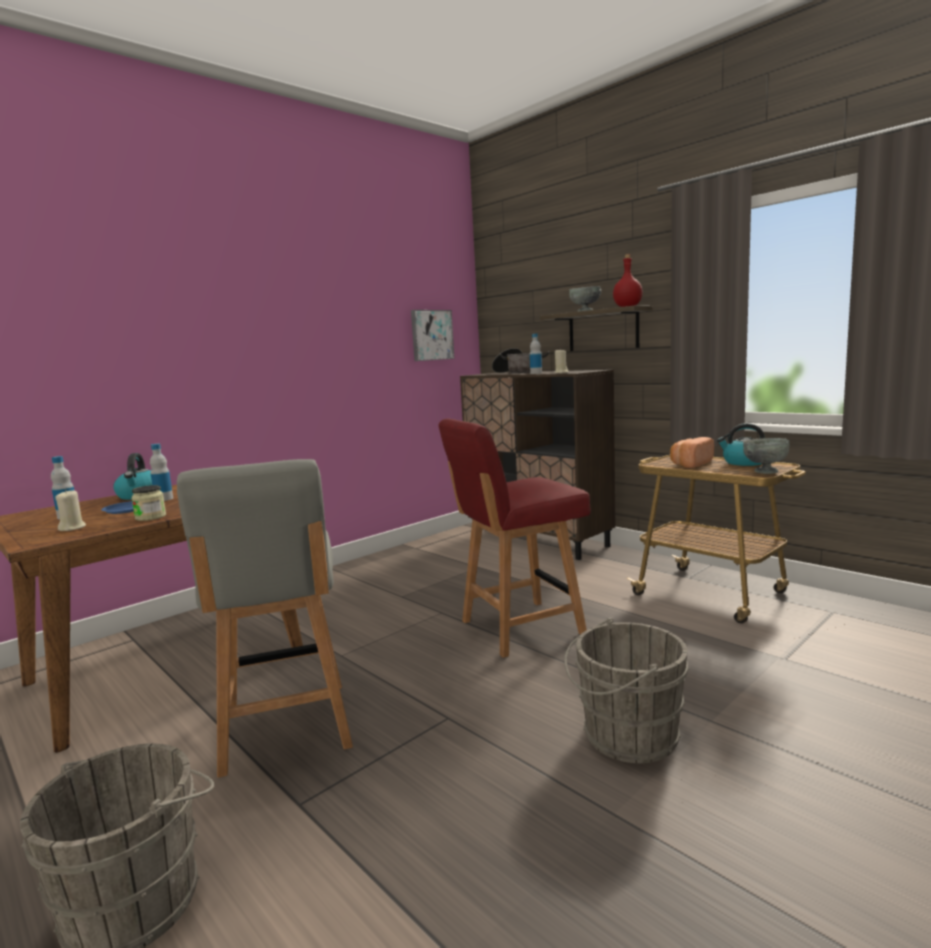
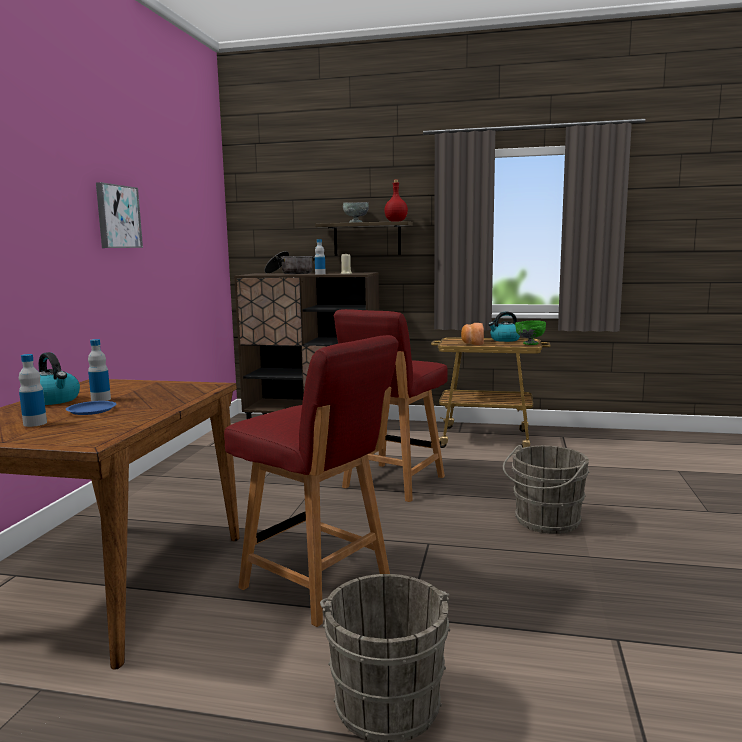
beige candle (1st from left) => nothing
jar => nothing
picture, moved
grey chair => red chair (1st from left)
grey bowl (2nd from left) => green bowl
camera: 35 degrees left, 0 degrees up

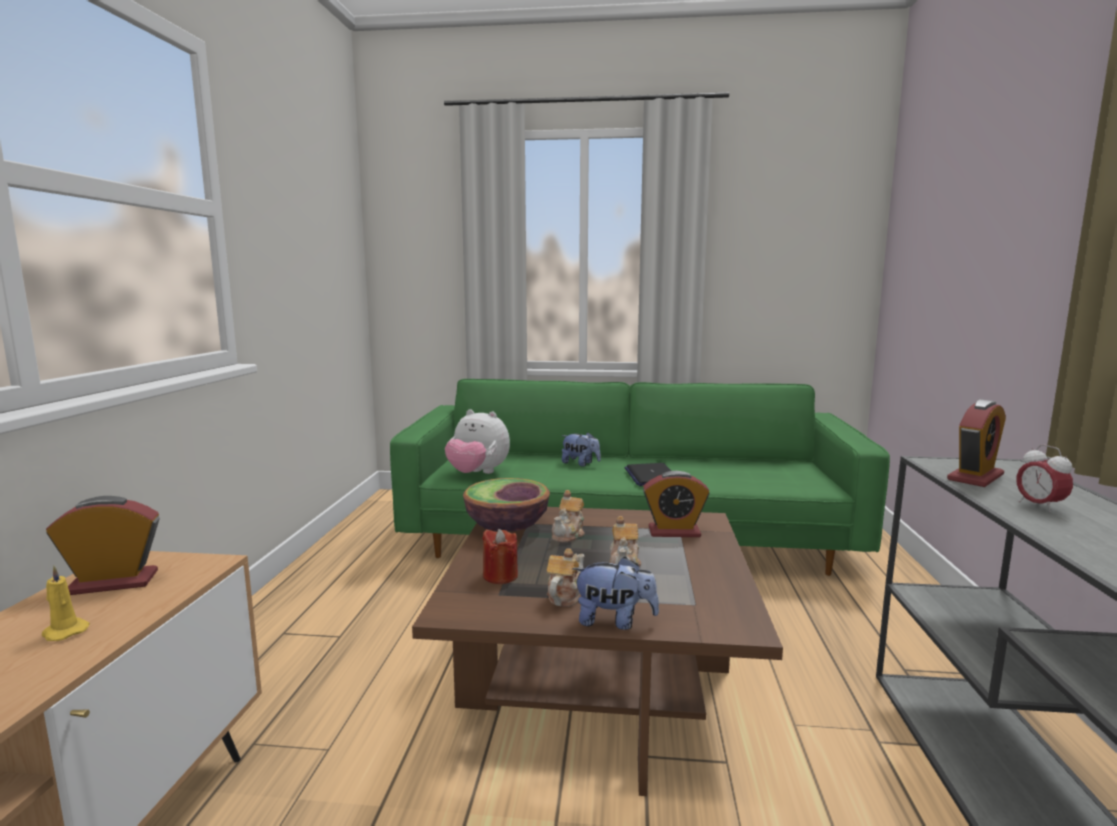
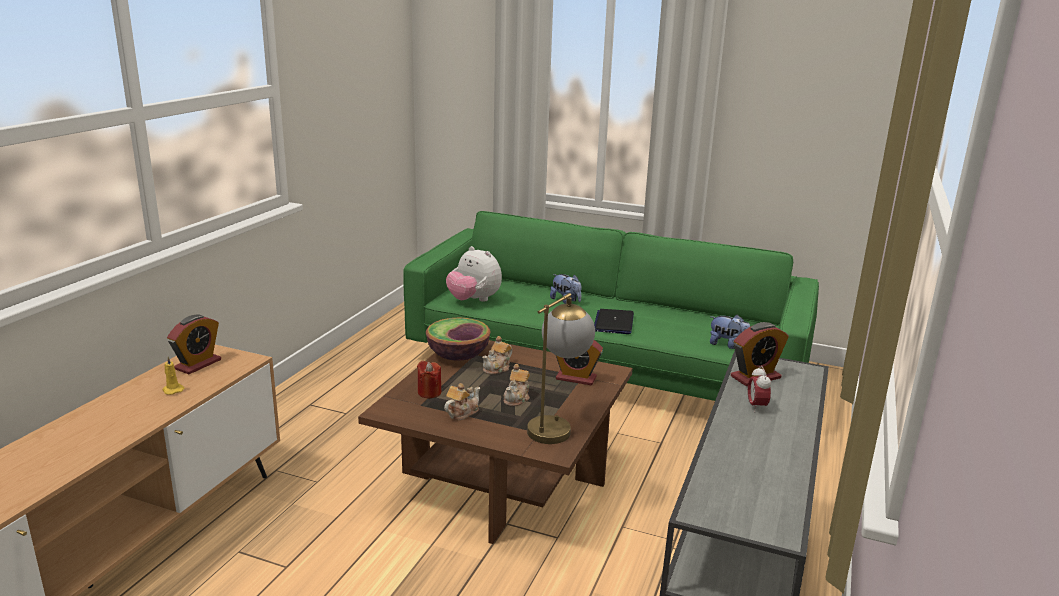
nothing => table lamp
plush toy (3rd from left), moved
alarm clock (1st from left), 120 degrees clockwise
camera: 15 degrees right, 10 degrees up

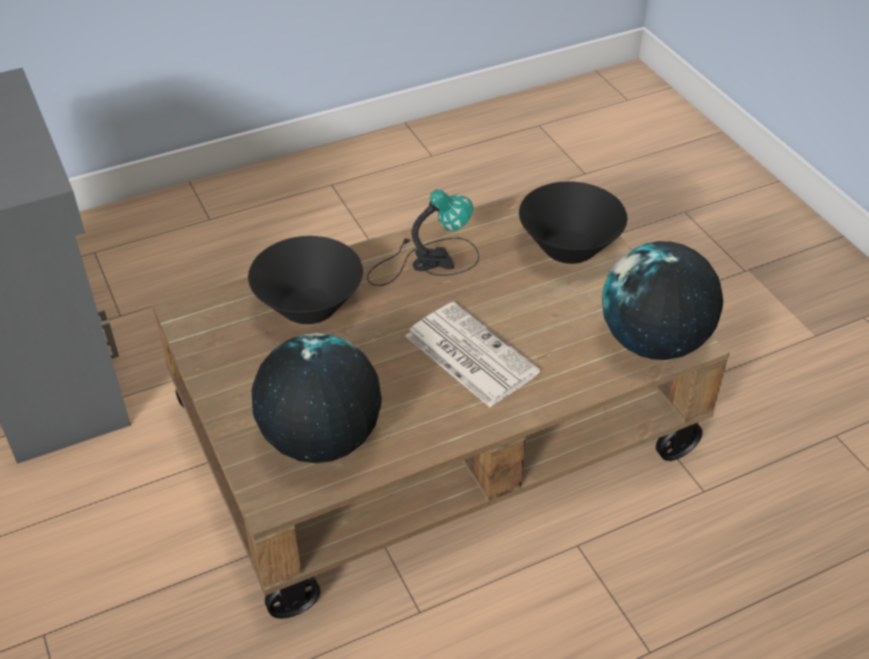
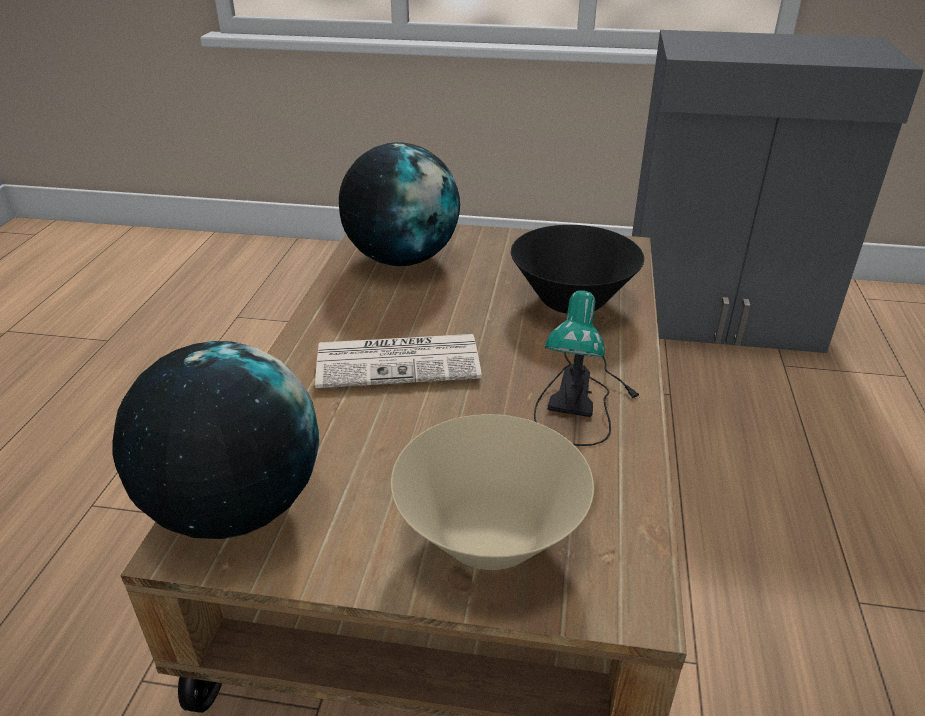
black bowl (2nd from left) => beige bowl
camera: 125 degrees right, 10 degrees down

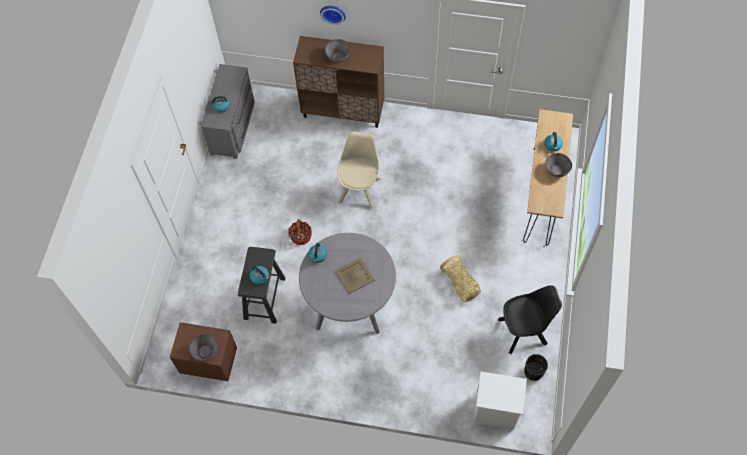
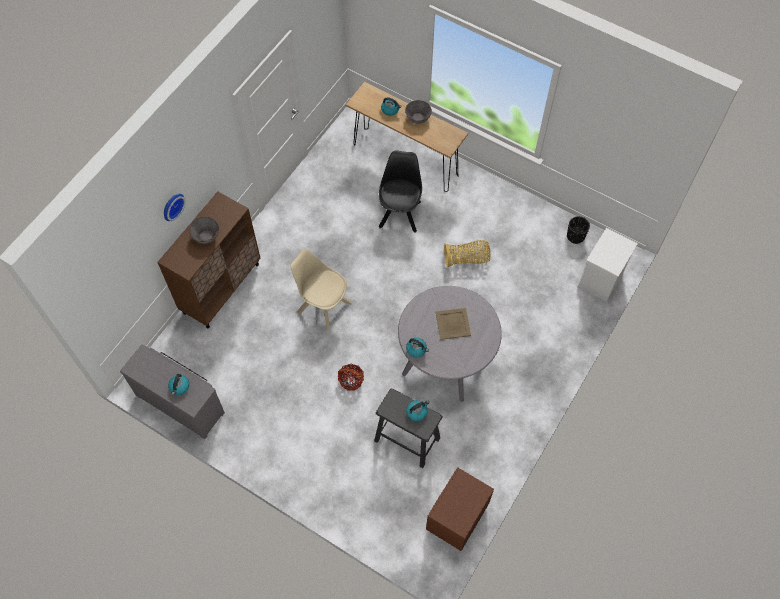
grey bowl (1st from left) => nothing
black chair, moved
camera: 70 degrees left, 0 degrees up

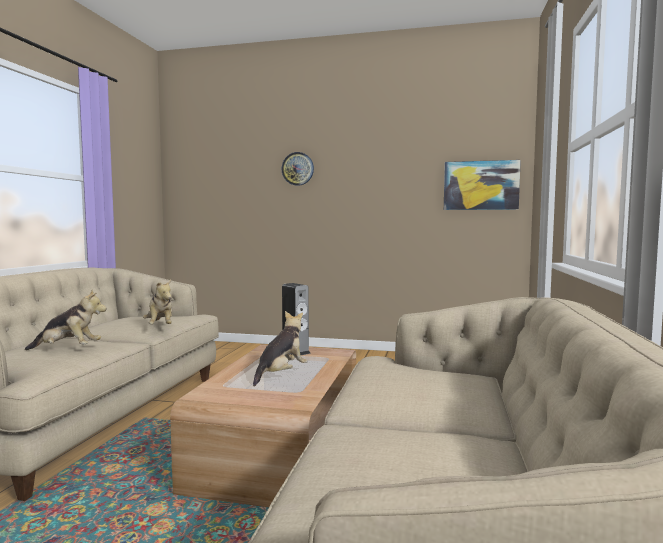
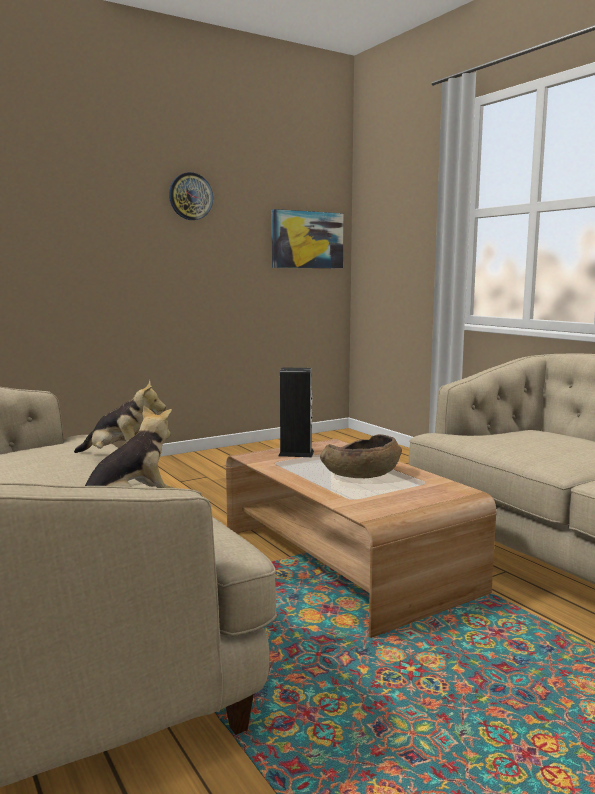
wall clock, moved
plush toy (3rd from left) => brown bowl
camera: 45 degrees left, 5 degrees up

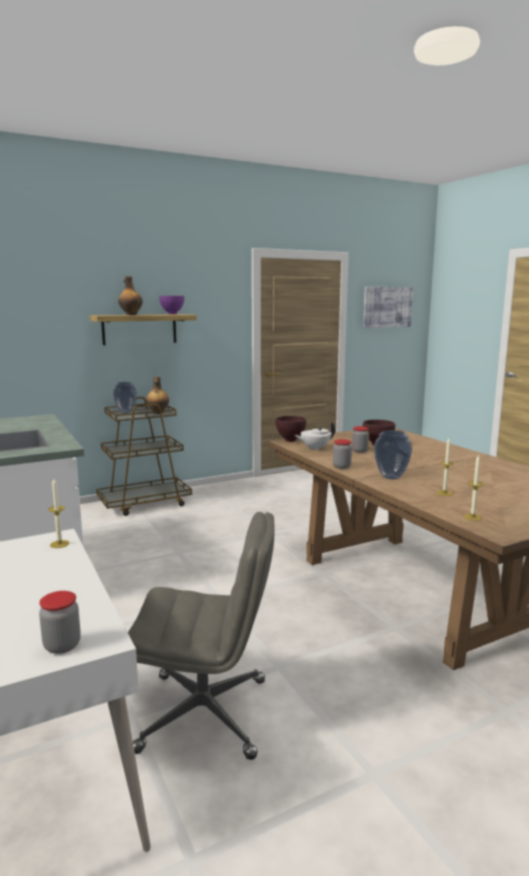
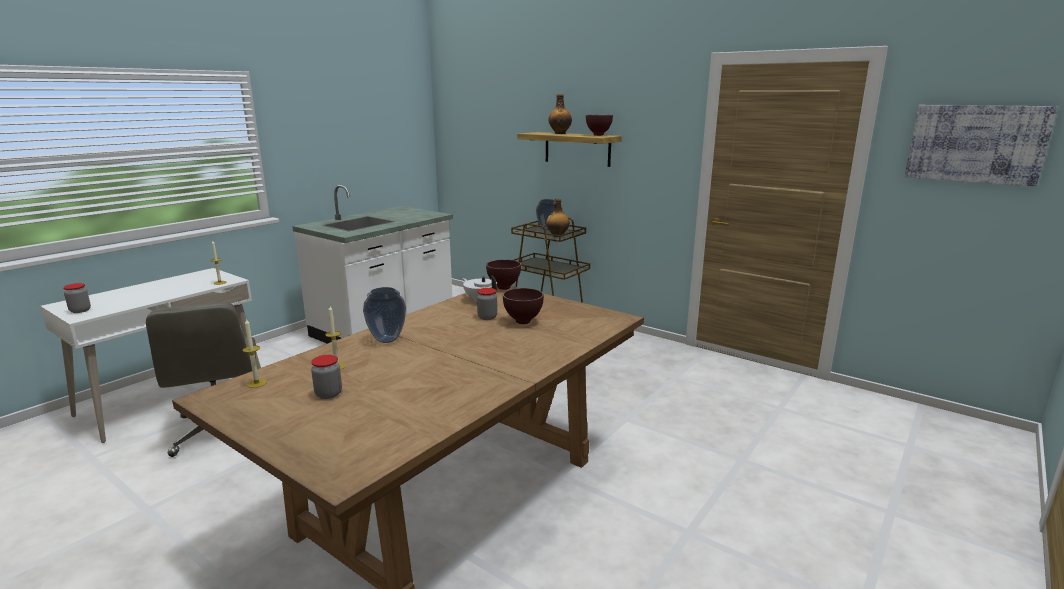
jar (2nd from left), moved
purple bowl => brown bowl (3rd from left)
camera: 65 degrees right, 5 degrees up

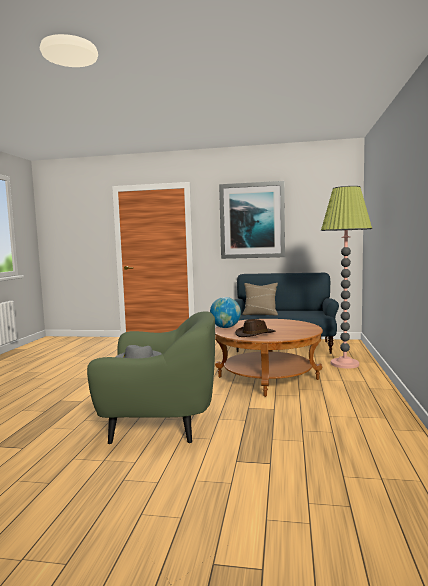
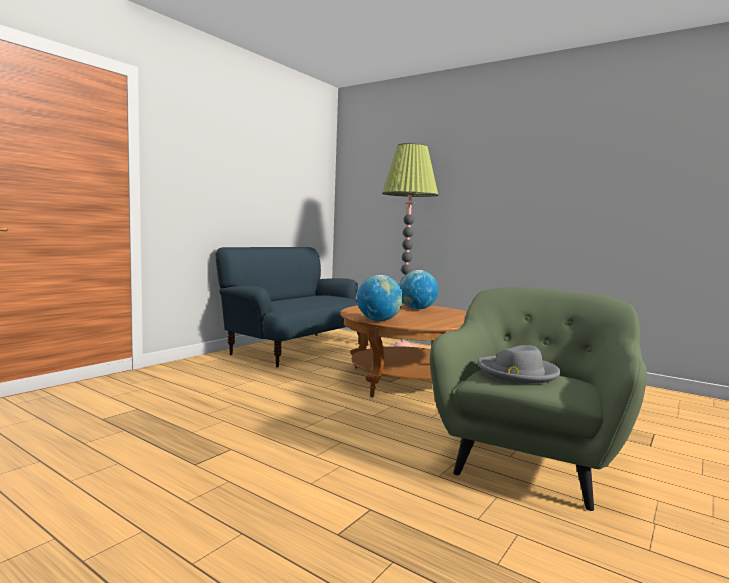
picture => nothing
brown hat => nothing
beige pillow => nothing
nothing => globe (2nd from left)
camera: 65 degrees left, 0 degrees up

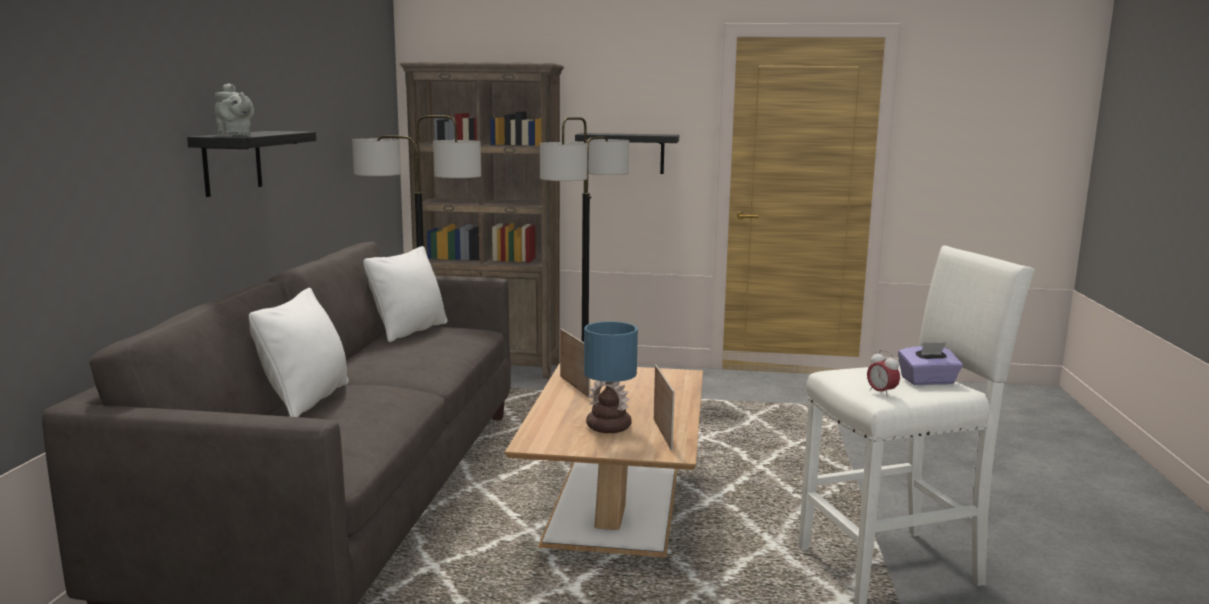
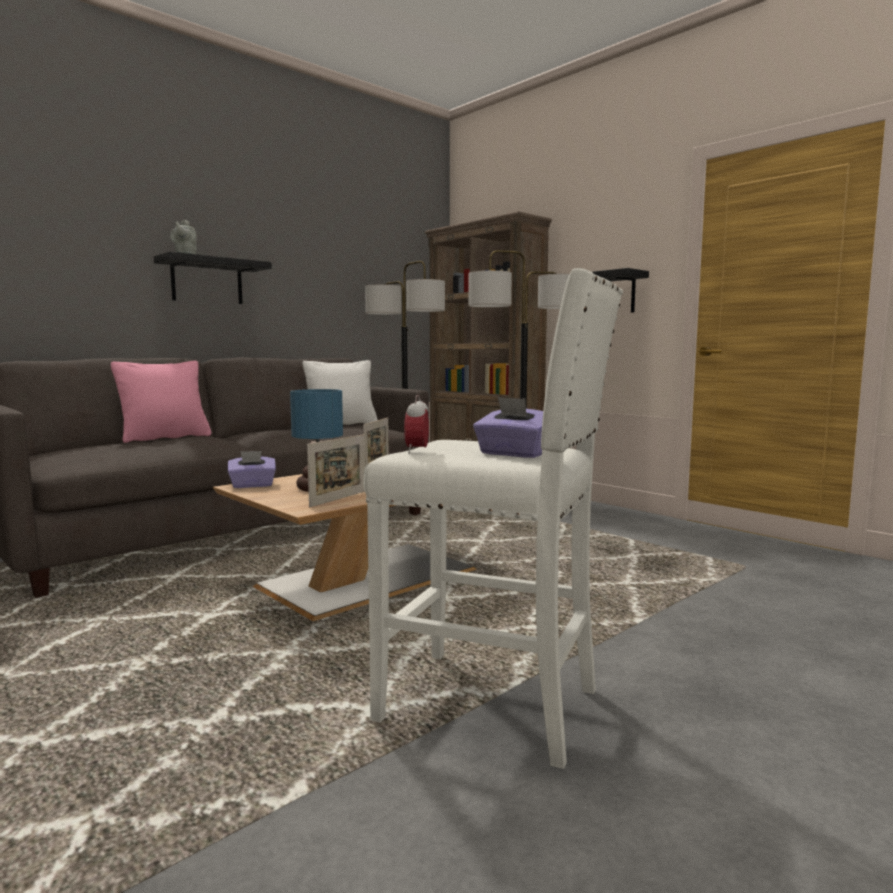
nothing => purple tissue box (1st from left)
white pillow (1st from left) => pink pillow
camera: 40 degrees right, 5 degrees down

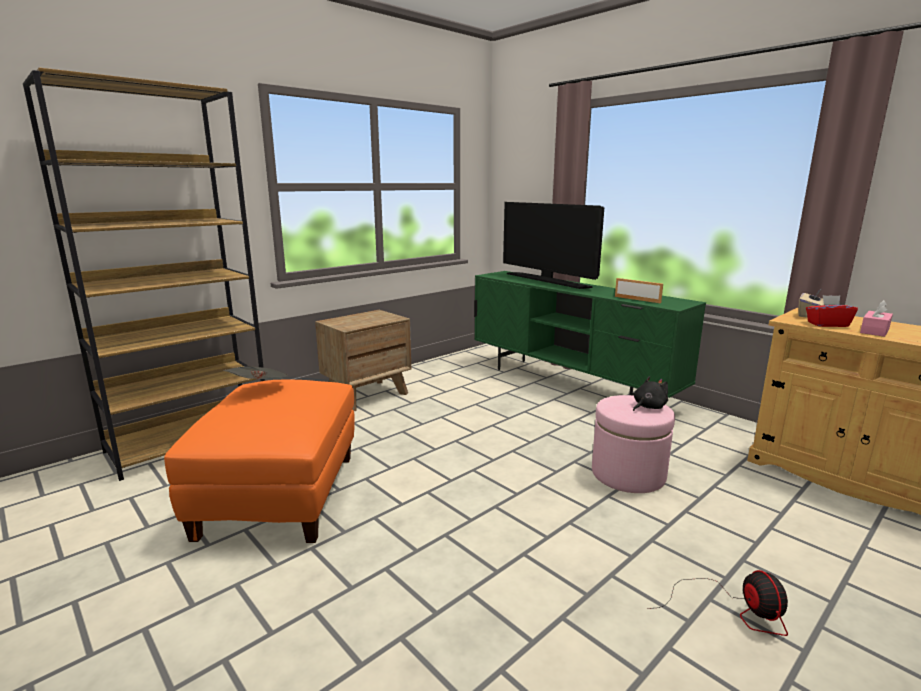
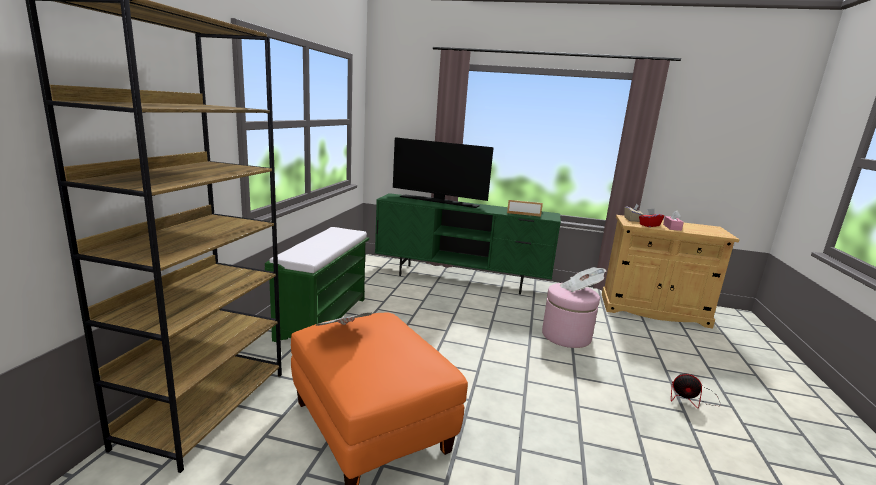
brown nightstand => green bench
black plush toy => newspaper (2nd from left)
fan, 150 degrees clockwise
camera: 35 degrees left, 0 degrees up

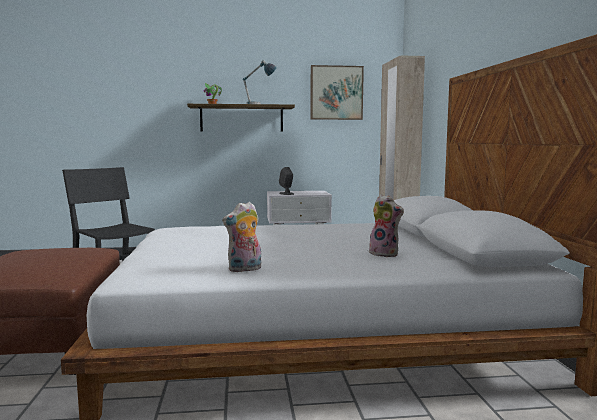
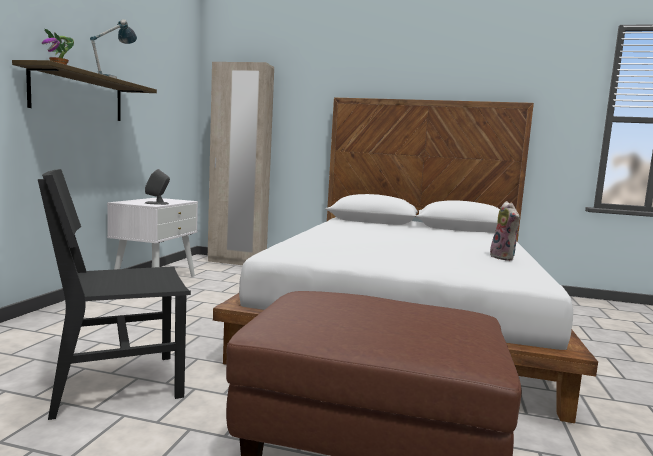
picture => nothing
plush toy (2nd from left) => nothing
camera: 70 degrees left, 0 degrees up

